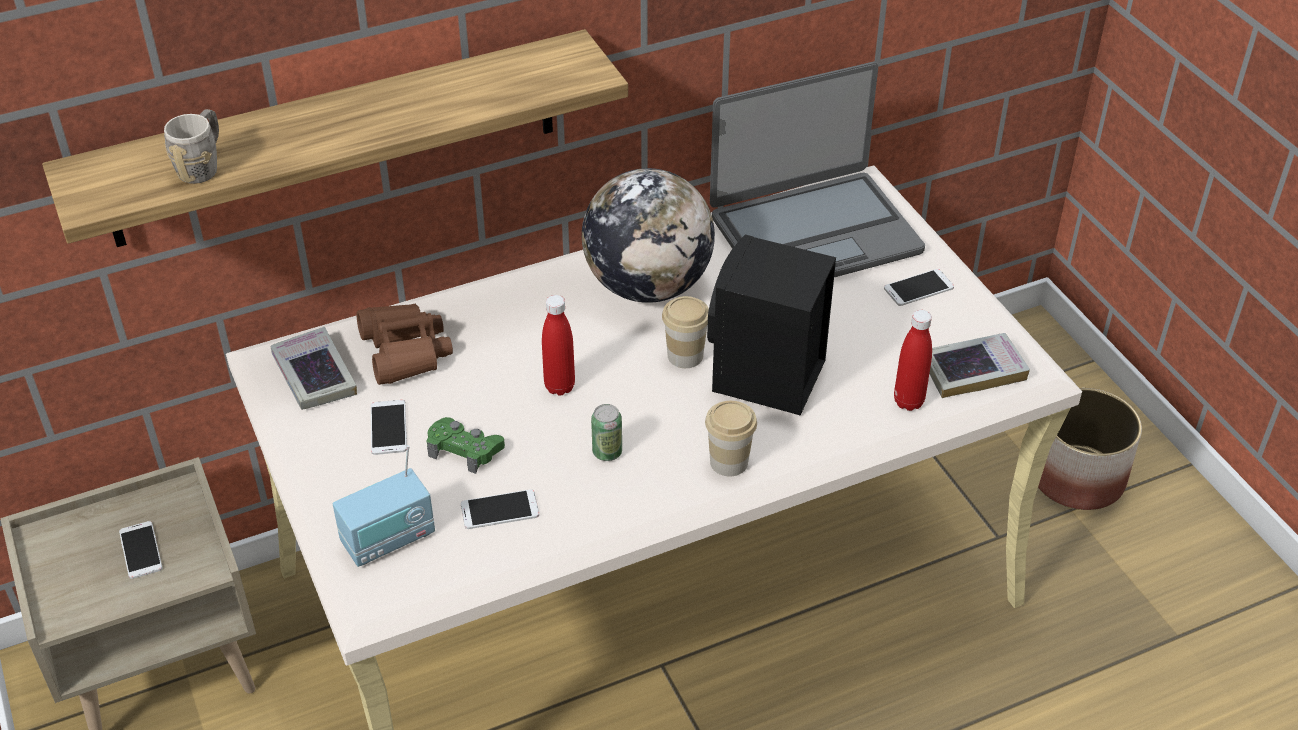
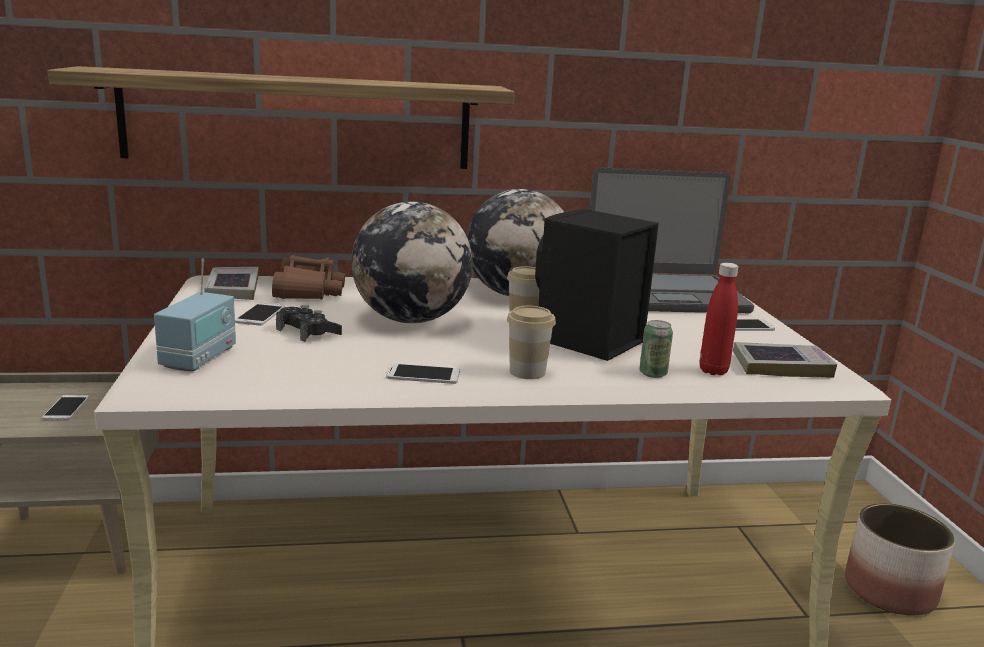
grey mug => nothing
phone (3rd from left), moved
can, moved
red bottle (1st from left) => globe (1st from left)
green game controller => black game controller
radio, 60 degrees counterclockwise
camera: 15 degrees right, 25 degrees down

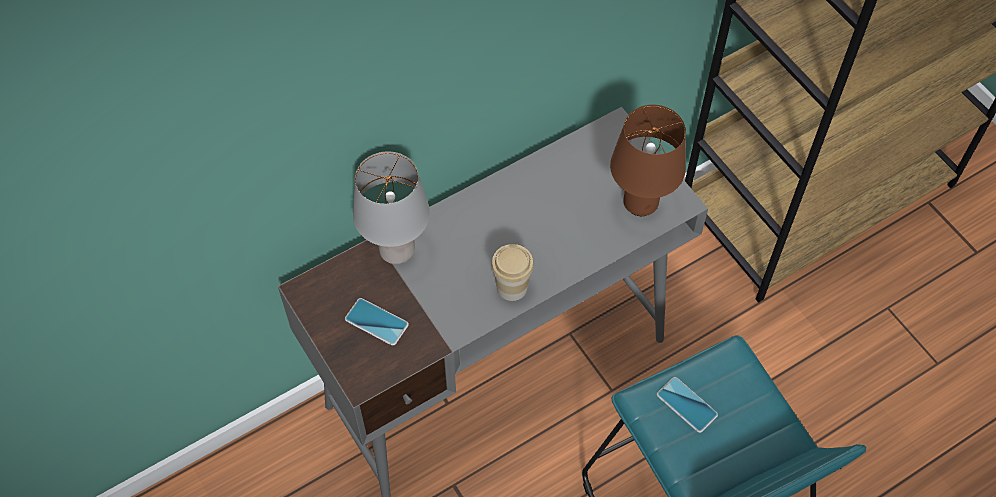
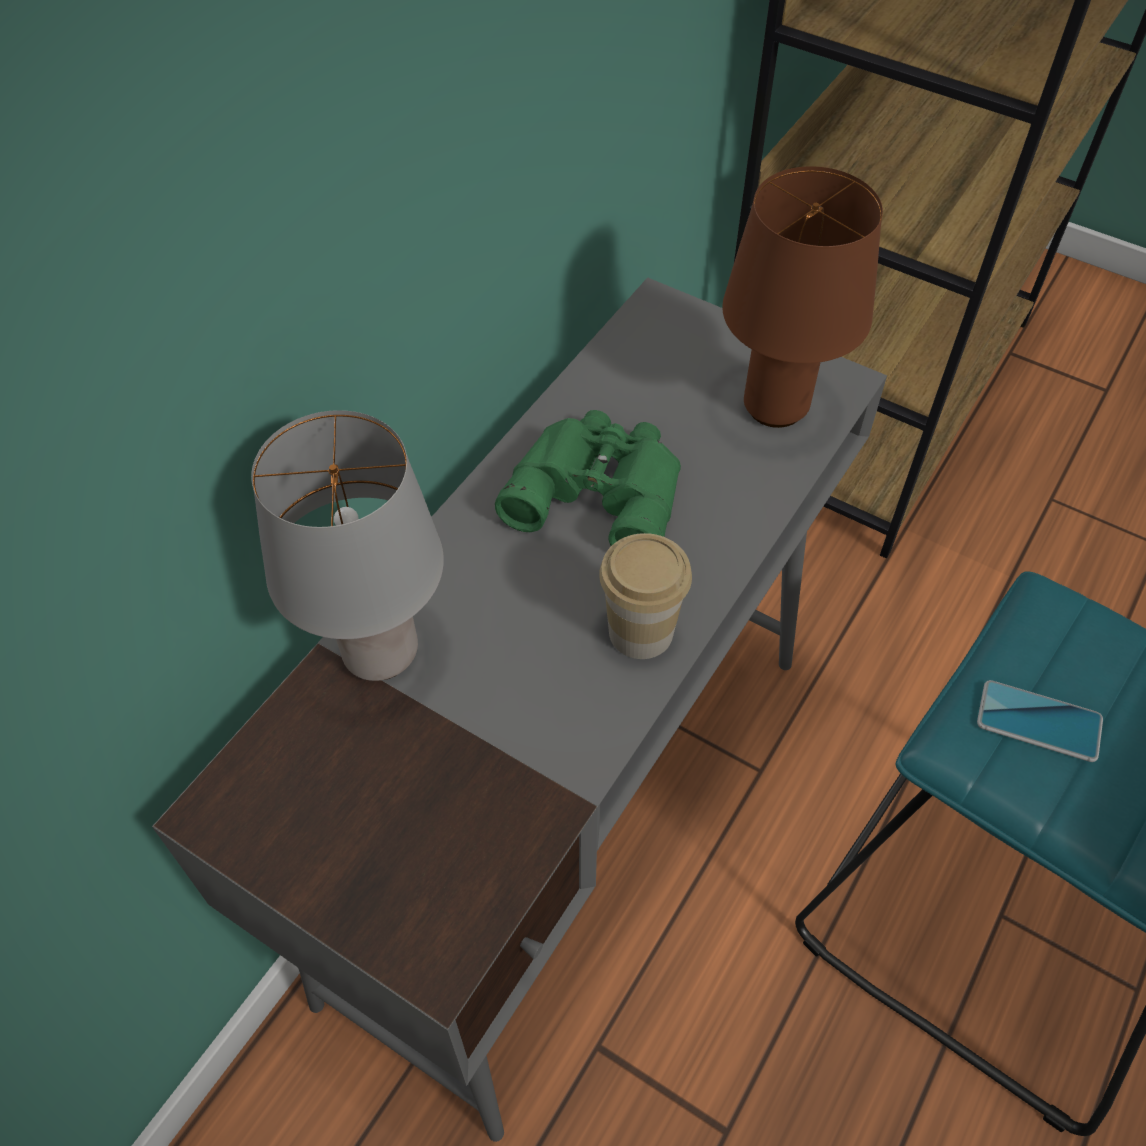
phone (1st from left) => nothing
nothing => green binoculars
camera: 25 degrees left, 5 degrees down

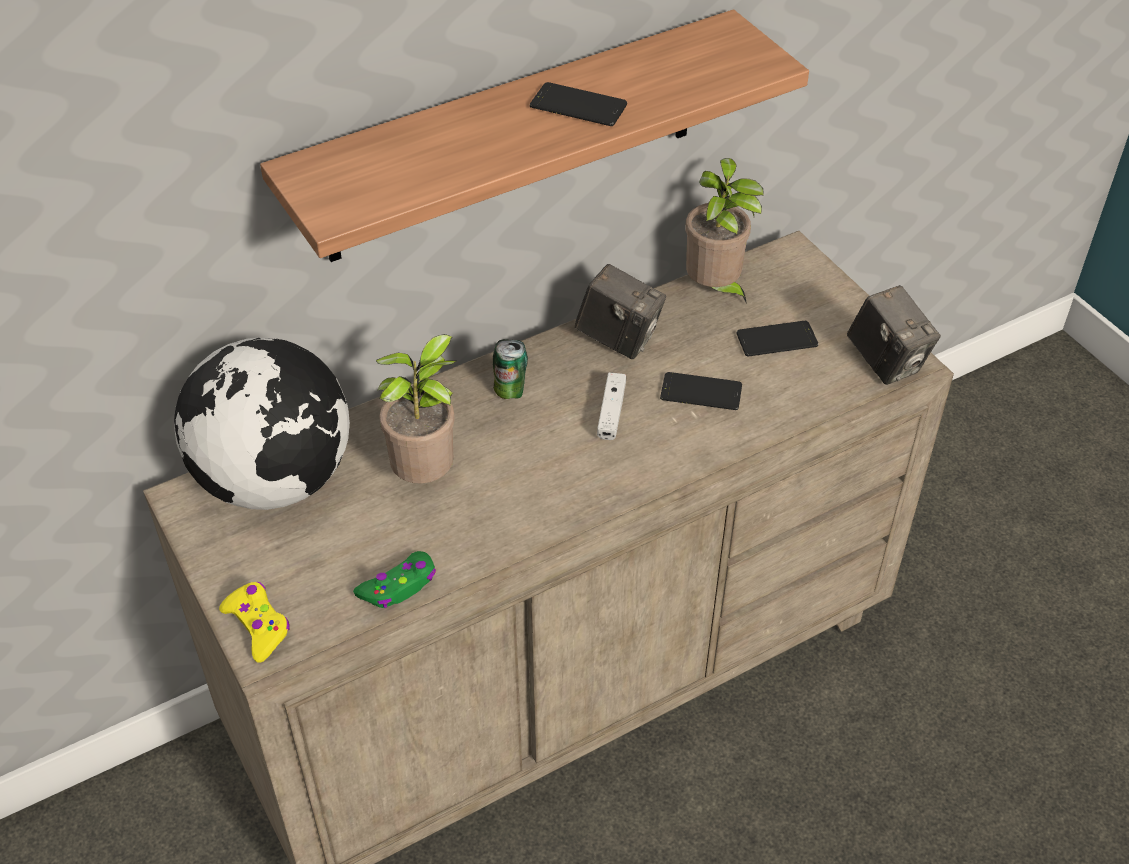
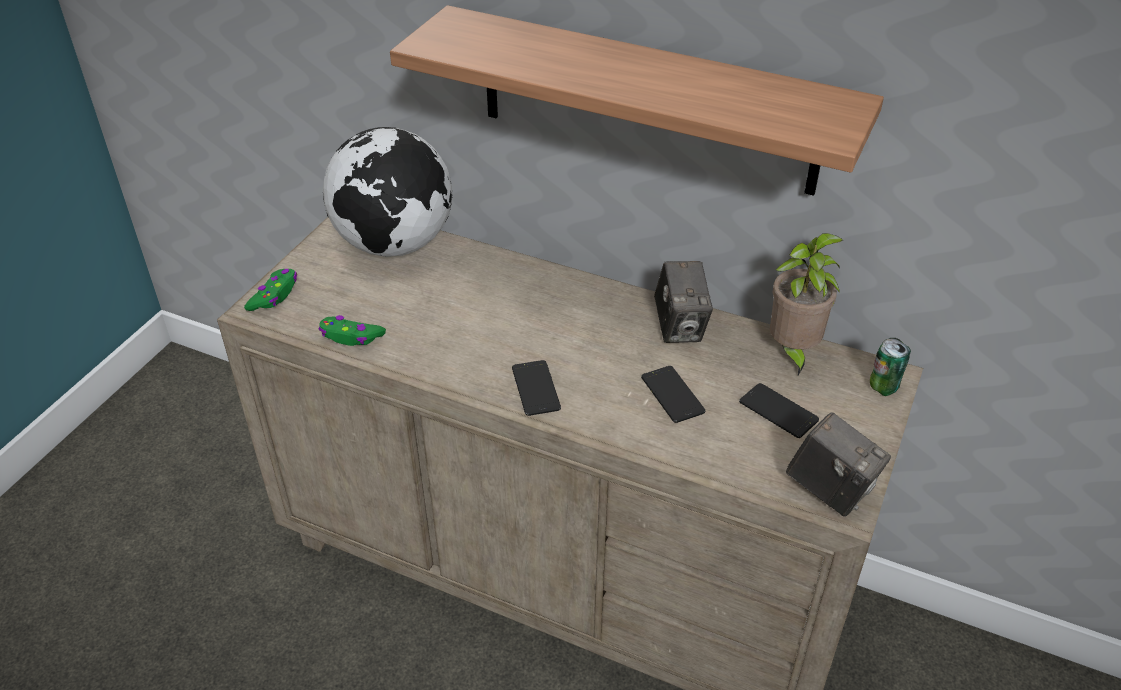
potted plant (1st from left) => nothing
white game controller => nothing
can, moved
phone (1st from left), moved
yellow game controller => green game controller (1st from left)
photo camera (2nd from left), 75 degrees counterclockwise
camera: 55 degrees right, 5 degrees down

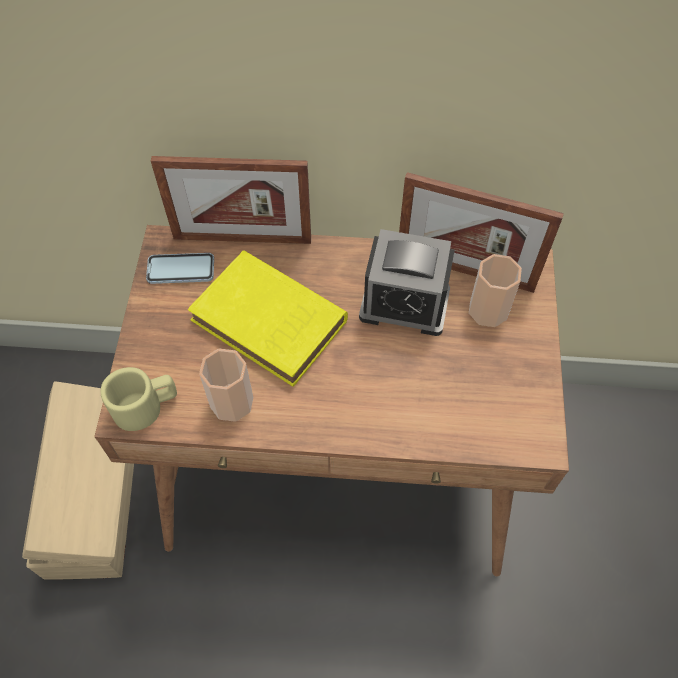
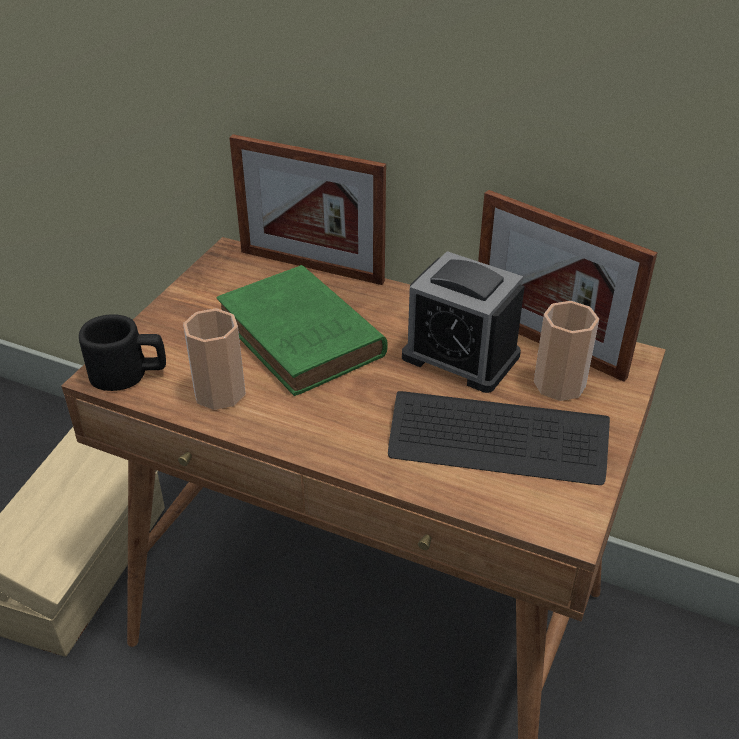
phone => nothing
nothing => keyboard
beige mug => black mug
yellow book => green book
camera: 20 degrees right, 20 degrees down

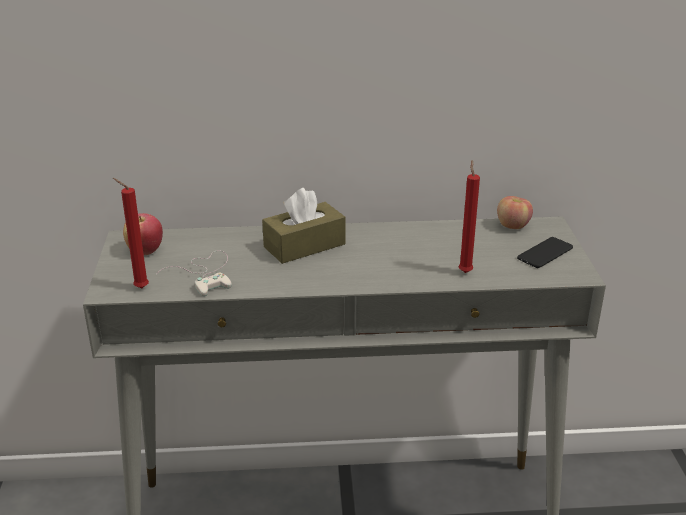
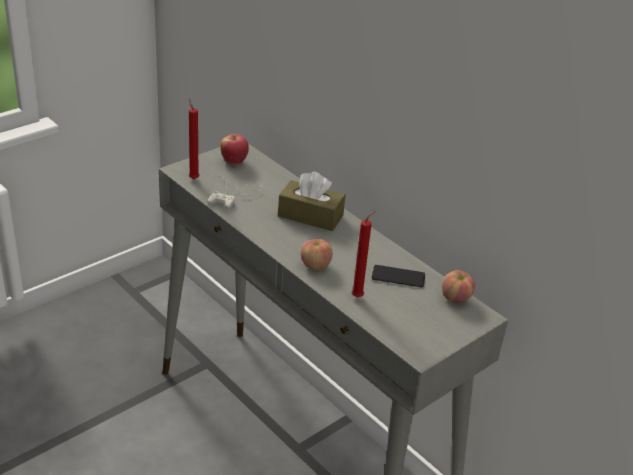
nothing => apple (2nd from left)
phone, moved
camera: 50 degrees right, 5 degrees up

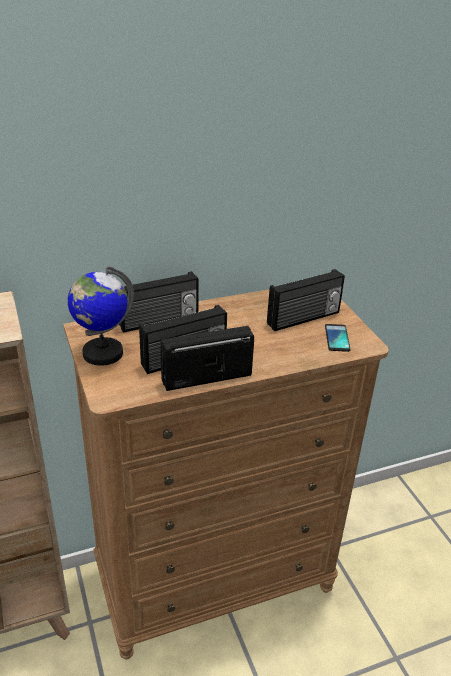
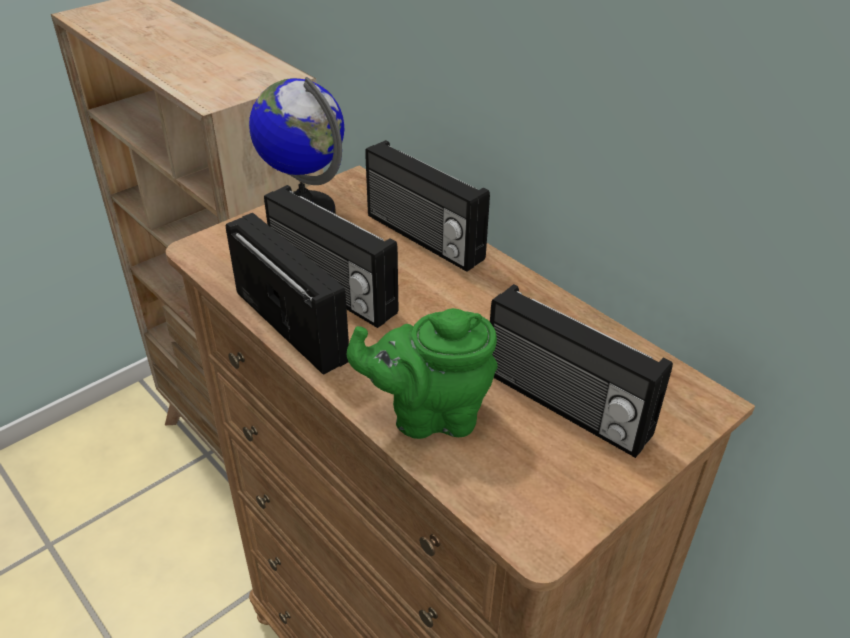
phone => nothing
nothing => green teapot
camera: 70 degrees right, 5 degrees up

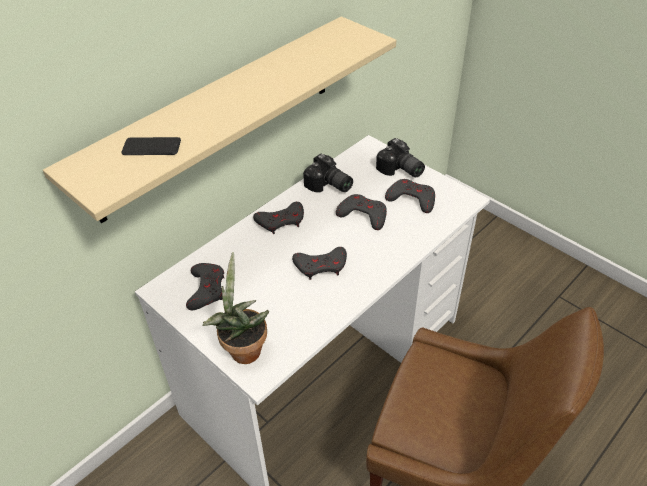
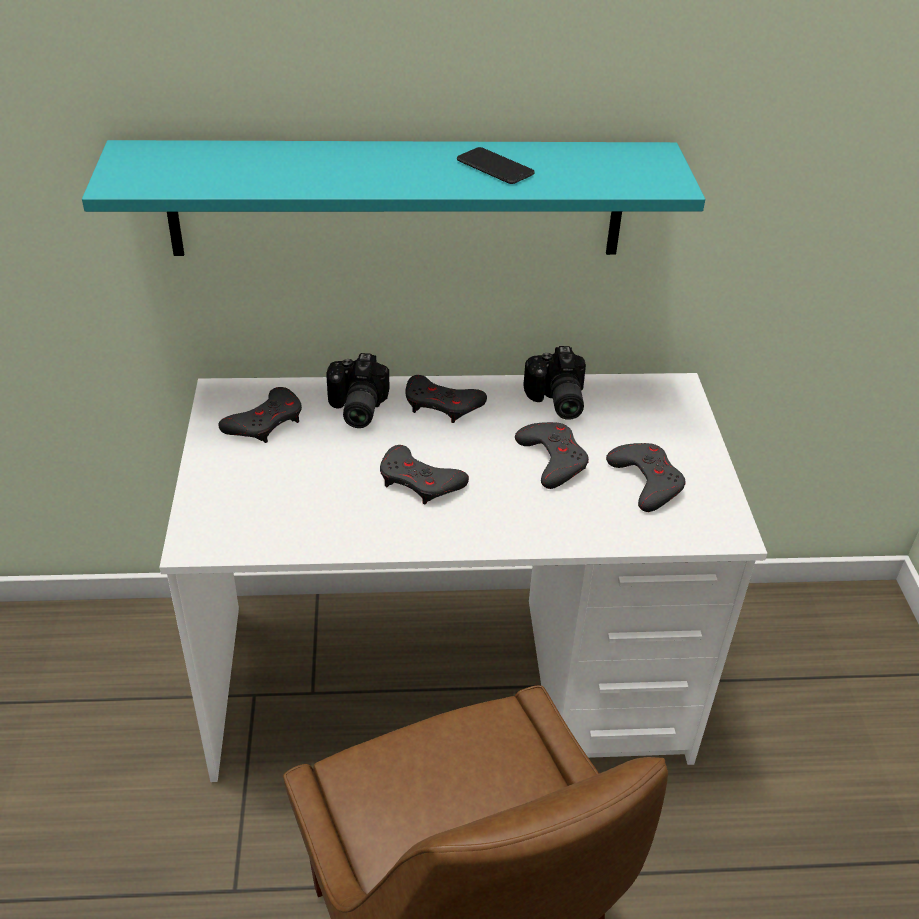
potted plant => nothing
phone, moved
photo camera (2nd from left in the first image) => photo camera (1st from left), moved
beige shelf => turquoise shelf
camera: 40 degrees right, 5 degrees down

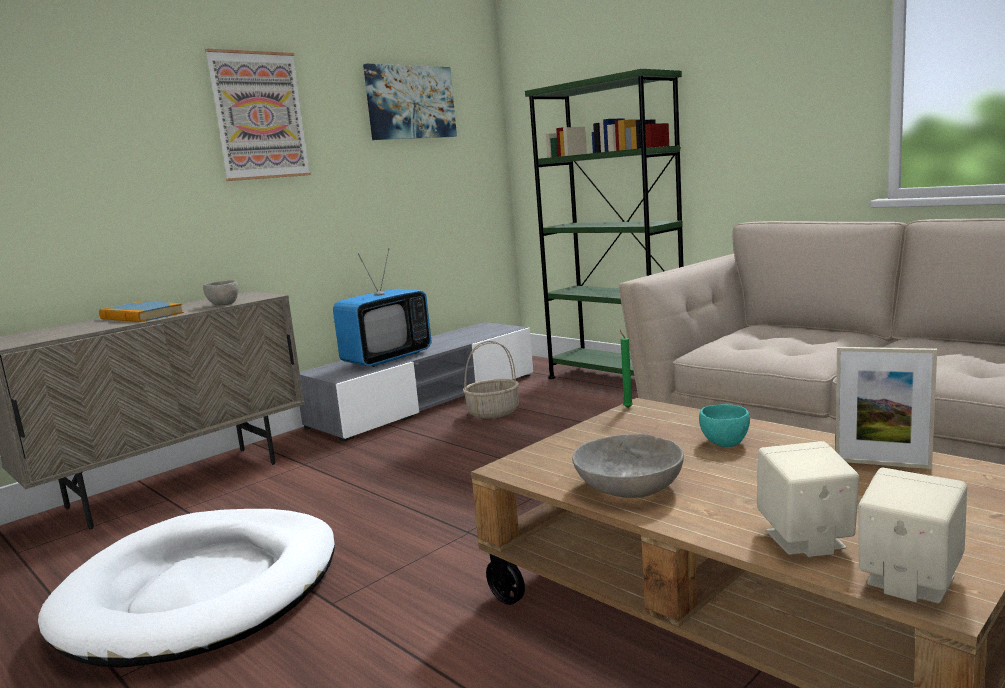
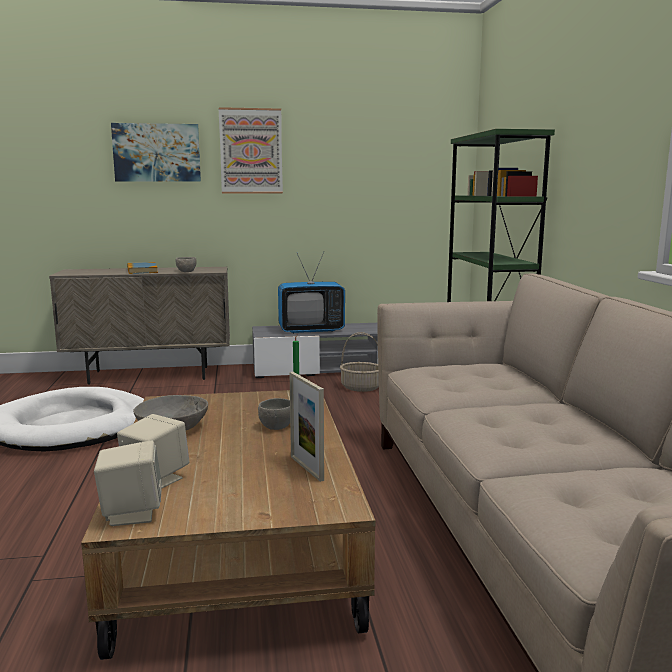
picture (2nd from left in the first image) => picture (1st from left), moved
turquoise bowl => grey bowl (3rd from left)
camera: 35 degrees right, 0 degrees up

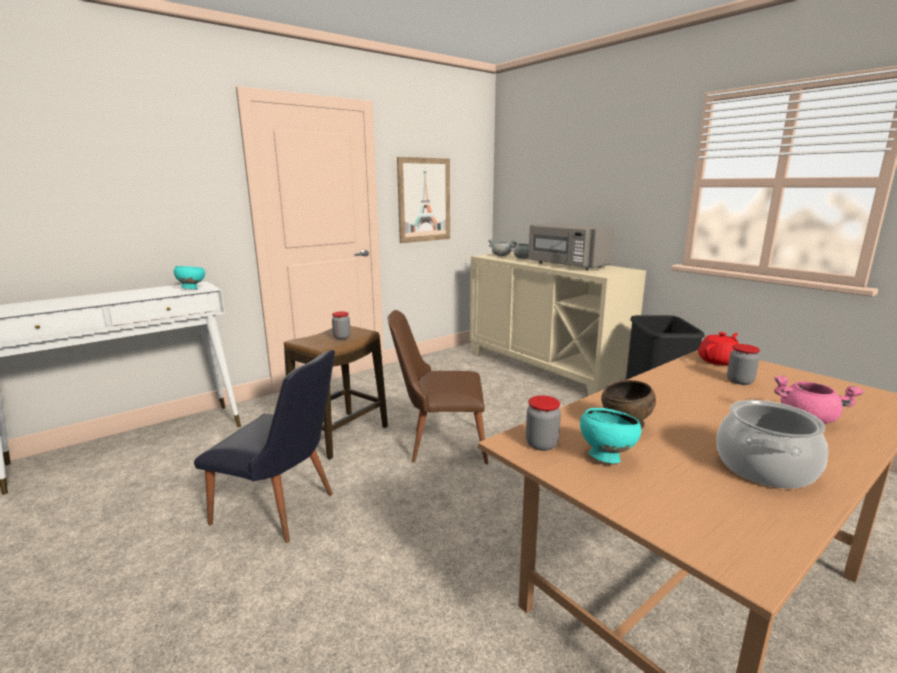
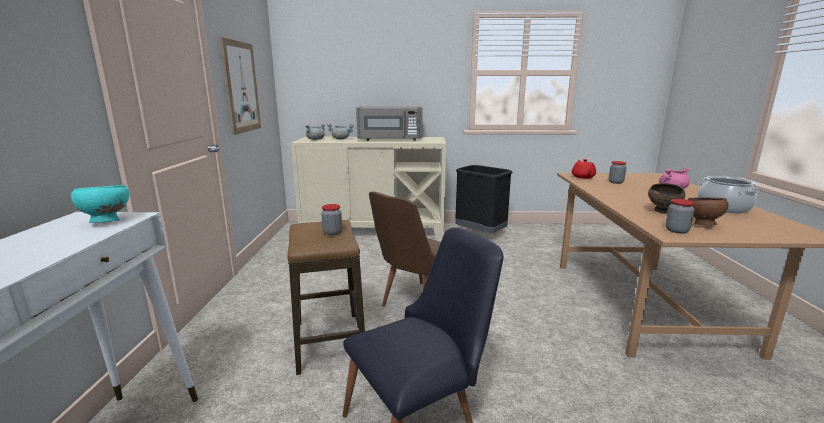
turquoise bowl (2nd from left) => brown bowl (2nd from left)
camera: 50 degrees left, 0 degrees up

